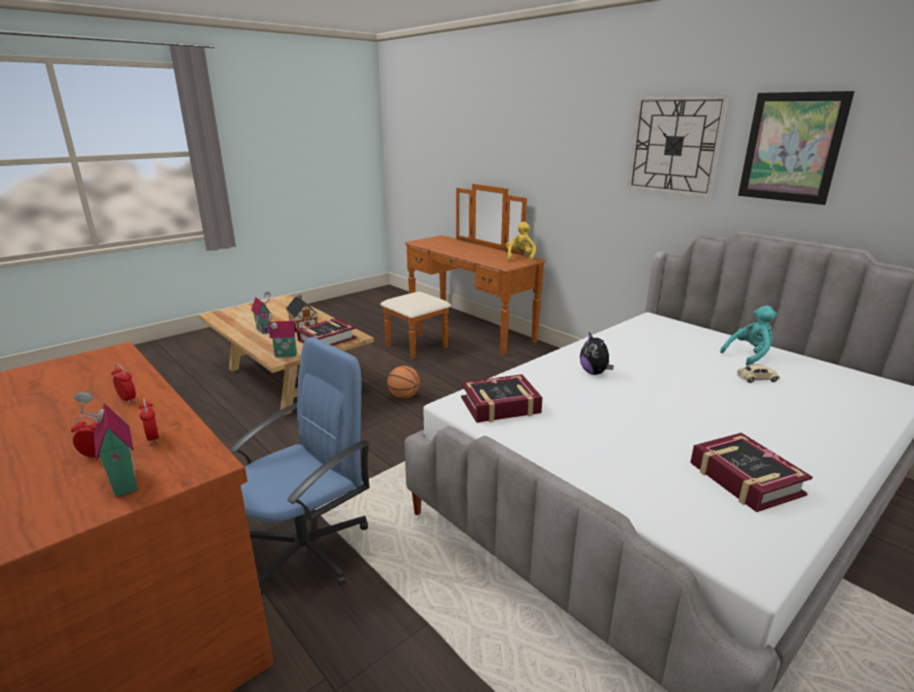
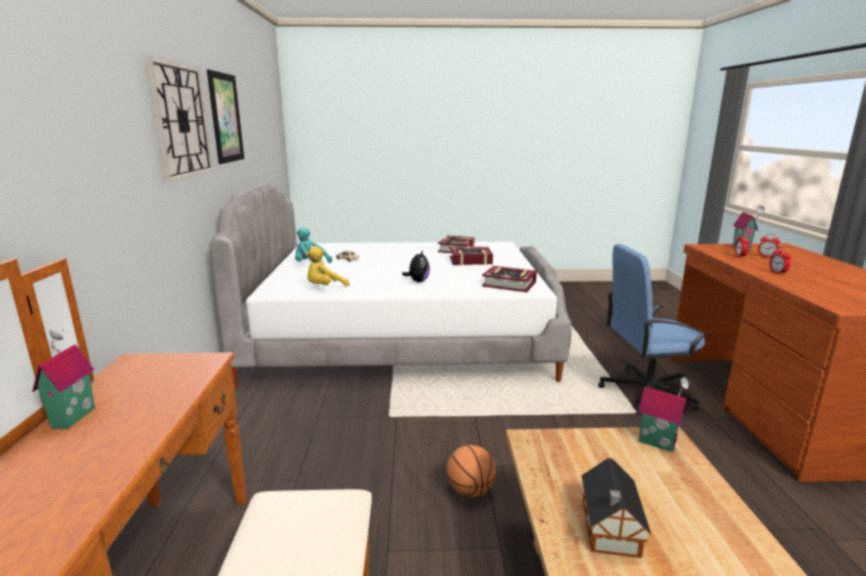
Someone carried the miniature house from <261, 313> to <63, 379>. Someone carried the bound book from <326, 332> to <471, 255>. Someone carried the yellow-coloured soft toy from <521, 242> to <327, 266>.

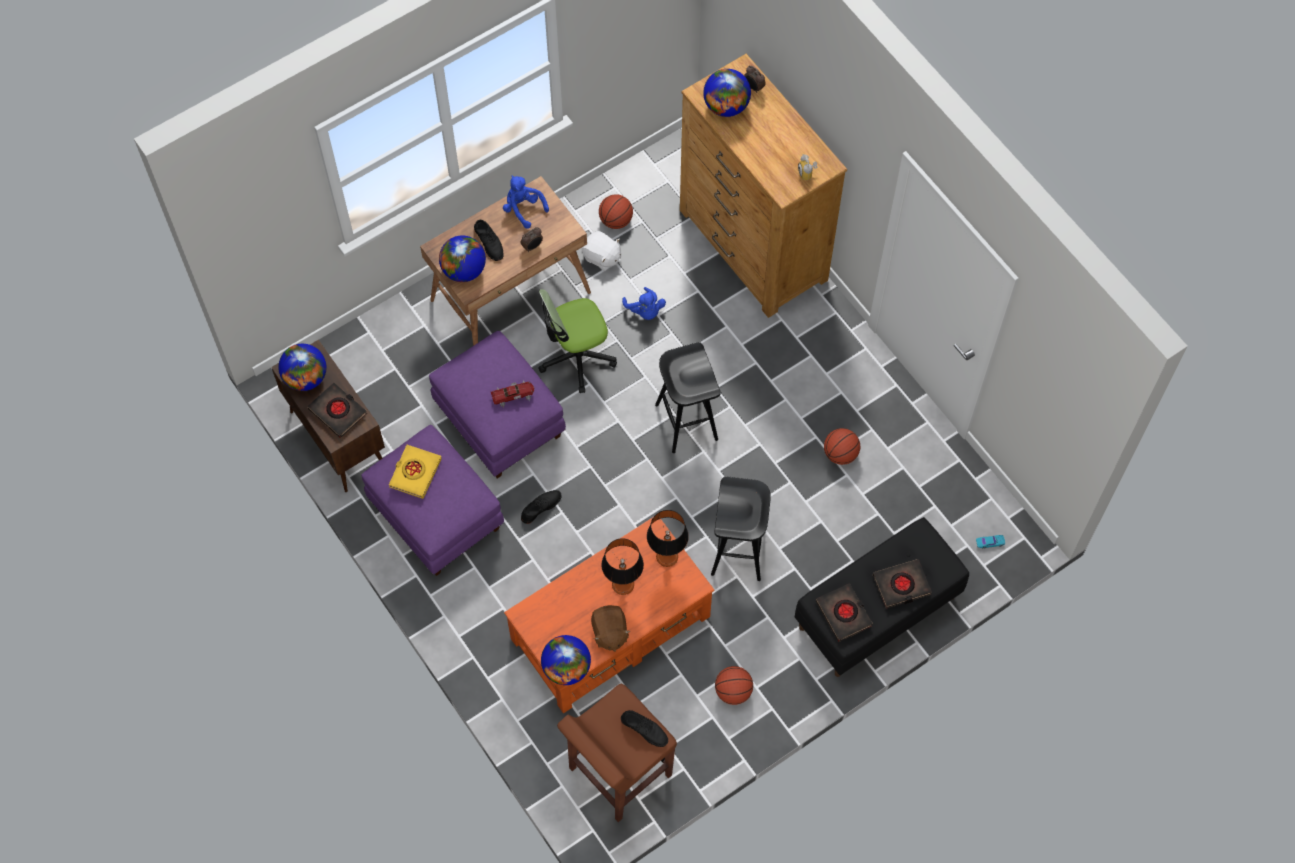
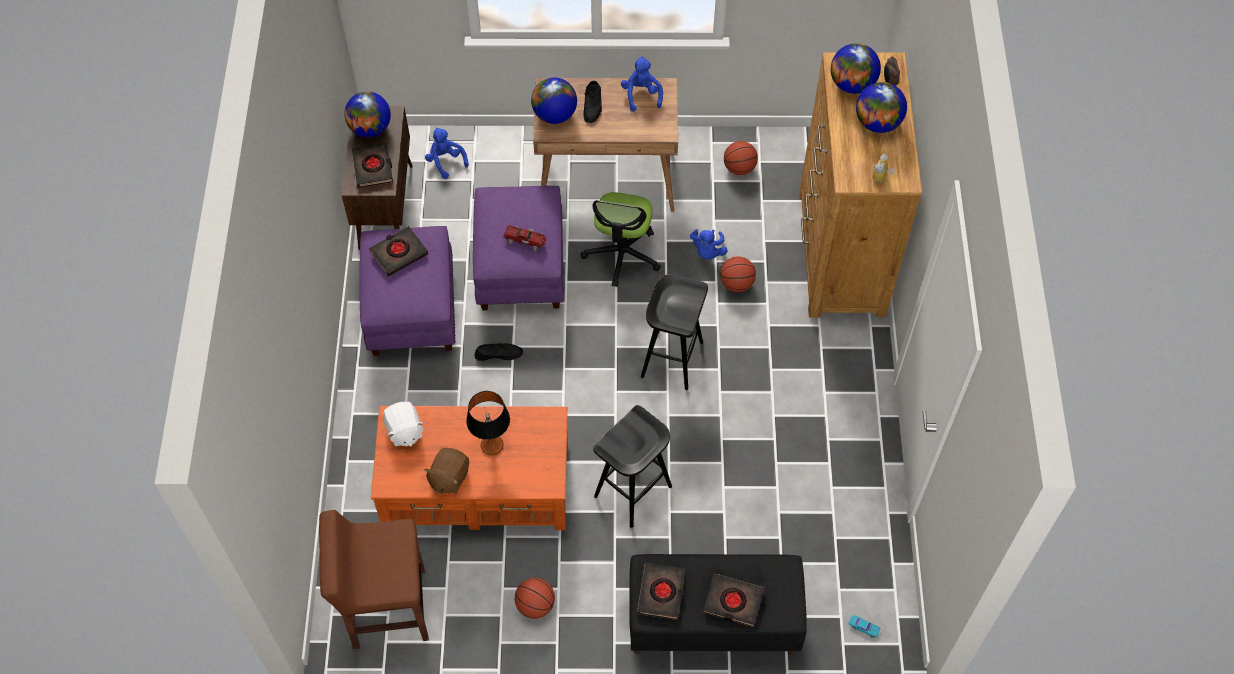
Someone repainted the yellow-coloured bound book at <415, 472>, which became the black-coloured bound book at <398, 251>. Someone took away the bedside clock at <532, 239>. Someone rotated the desk chair at <578, 341> by 90 degrees counterclockwise. Someone carried the globe from <566, 660> to <881, 107>. Someone carried the white-coloured soft toy from <601, 251> to <403, 424>. Someone took away the black-coloured shoe at <644, 728>. Someone took away the table lamp at <668, 538>. Someone carried the ball for basketball from <842, 446> to <738, 274>. Someone put down the bluish soft toy at <447, 153>.

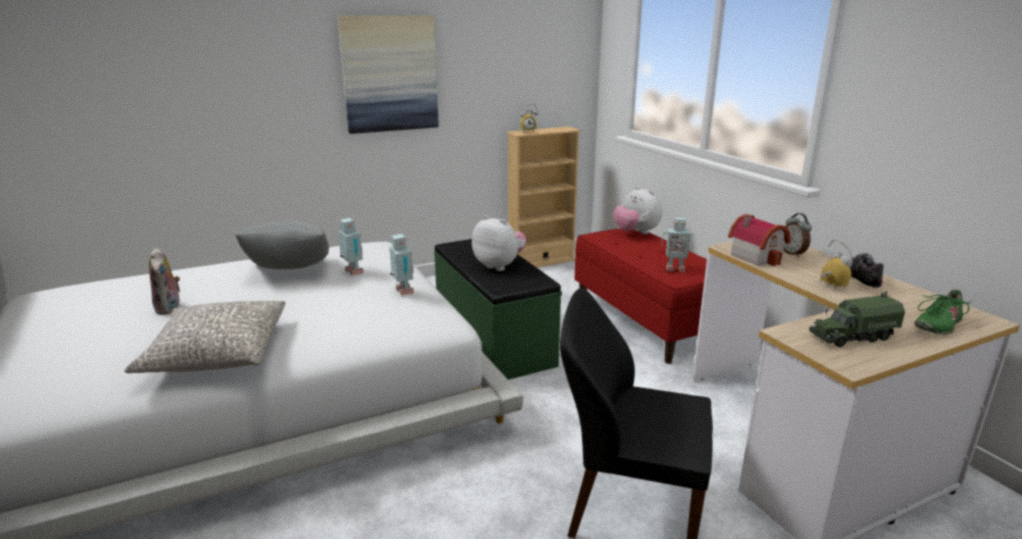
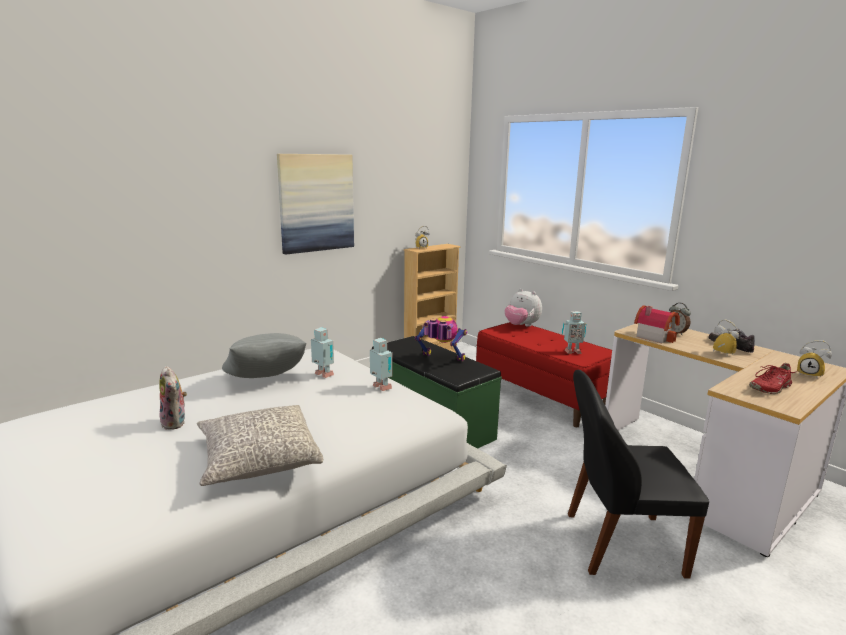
Someone swapped the soft toy at <499, 243> for the model robot at <441, 339>. Someone swapped the model truck at <857, 319> for the reddish shoe at <773, 378>. Someone swapped the greenish shoe at <943, 312> for the bedside clock at <814, 359>.

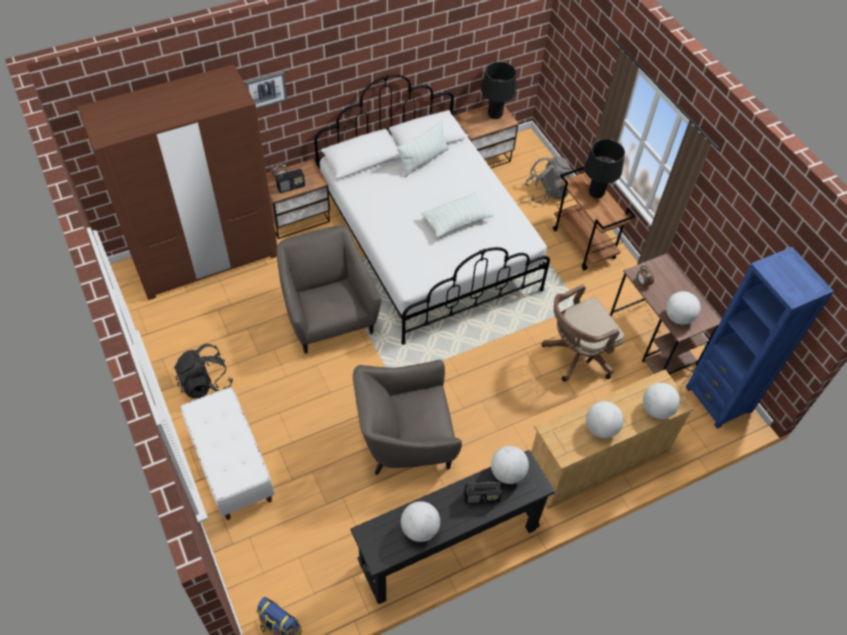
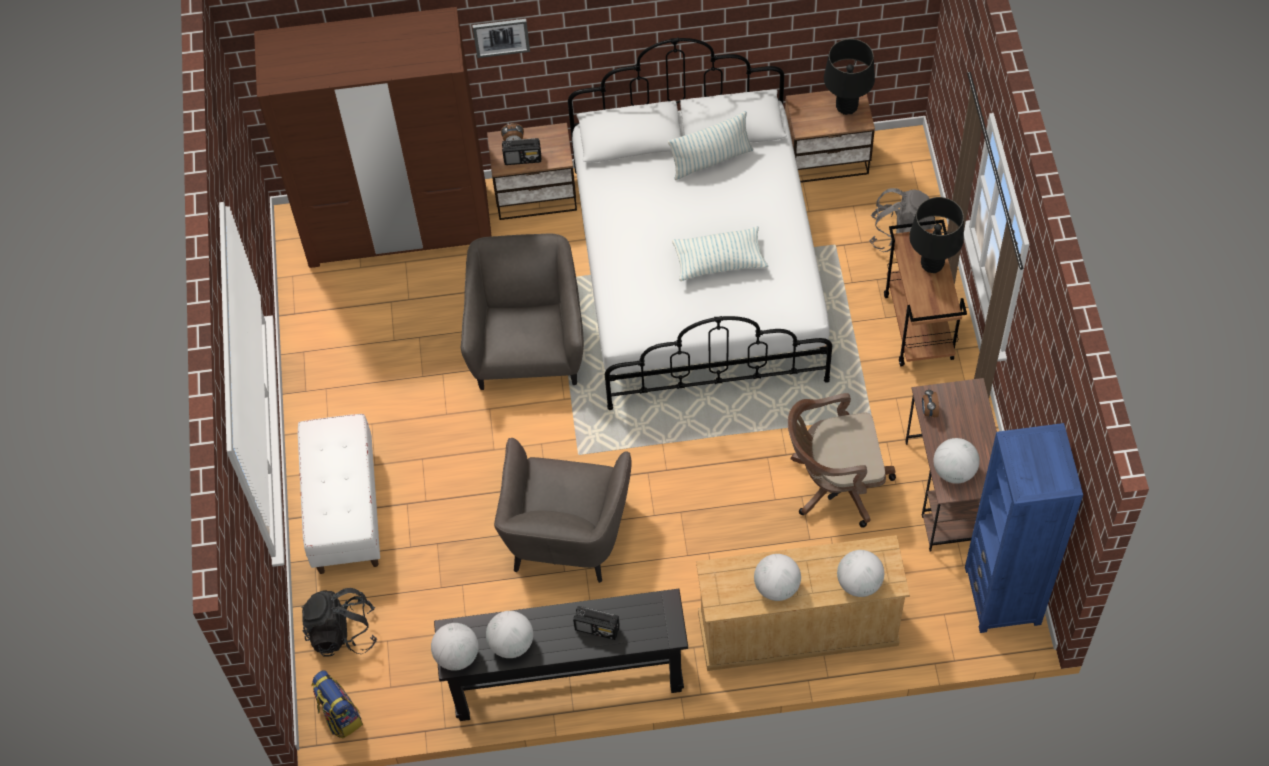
Someone carried the black-coloured rucksack from <203, 371> to <339, 622>. Someone rotated the greyish armchair at <407, 417> by 90 degrees counterclockwise. Someone carried the globe from <510, 465> to <455, 647>.

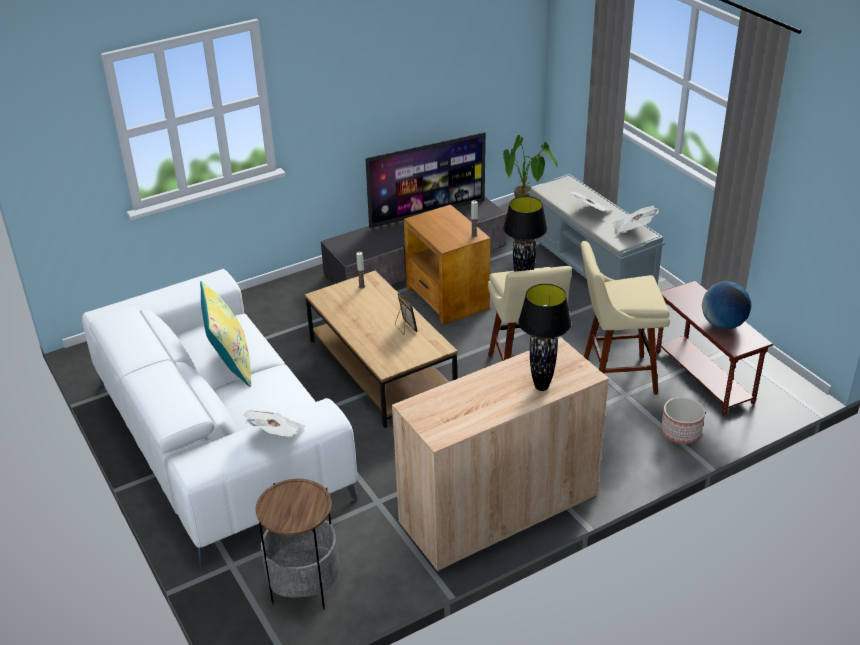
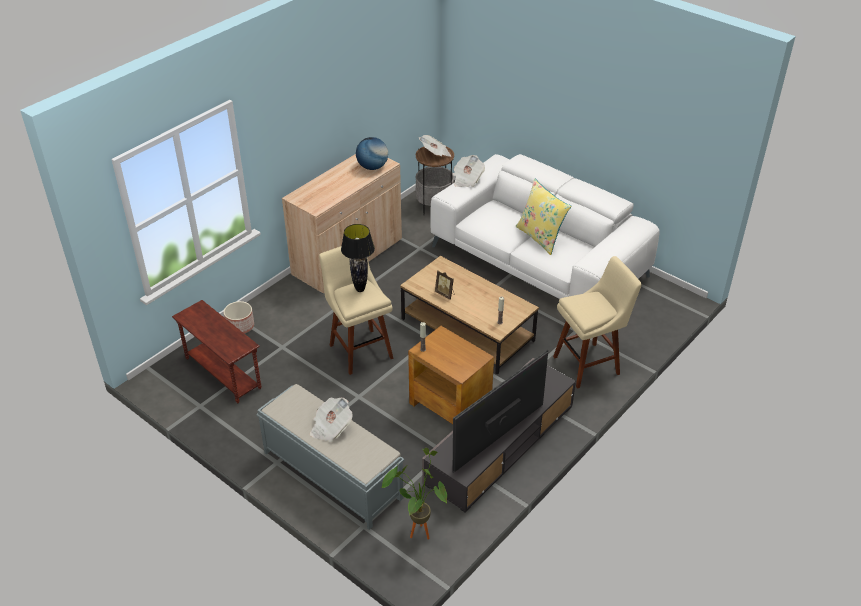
Someone took away the black-coloured table lamp at <544, 337>. Someone carried the beige stool seat from <625, 318> to <597, 322>. Someone carried the printed paper from <636, 220> to <435, 146>. Someone carried the globe from <726, 305> to <372, 153>.

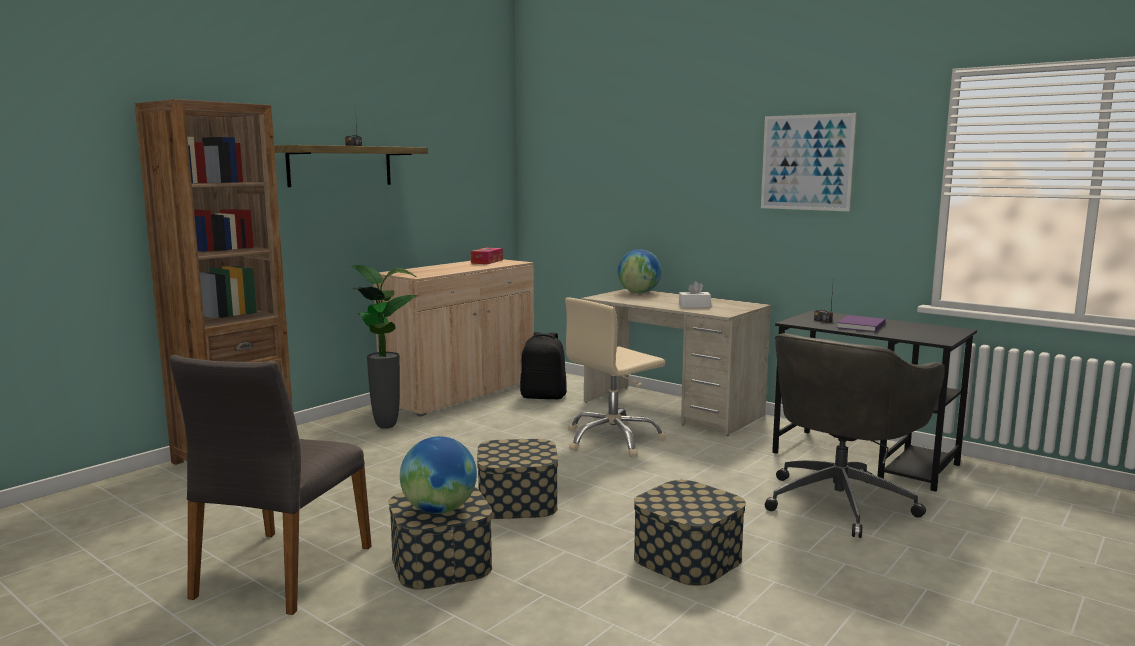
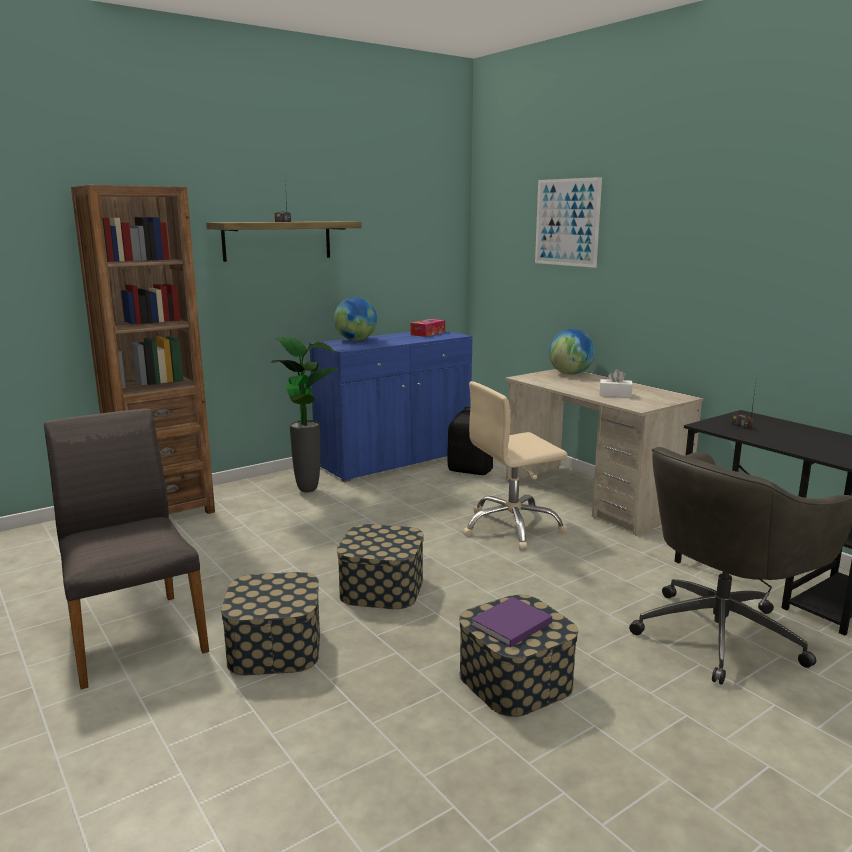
Someone rotated the greyish plain chair at <270, 485> by 120 degrees clockwise. Someone repainted the beige cupboard at <454, 338>, which became the bluish cupboard at <390, 406>. Someone carried the globe from <438, 475> to <355, 319>. Someone carried the picture from <809, 162> to <568, 222>. Someone carried the purple bound book from <861, 323> to <511, 622>.

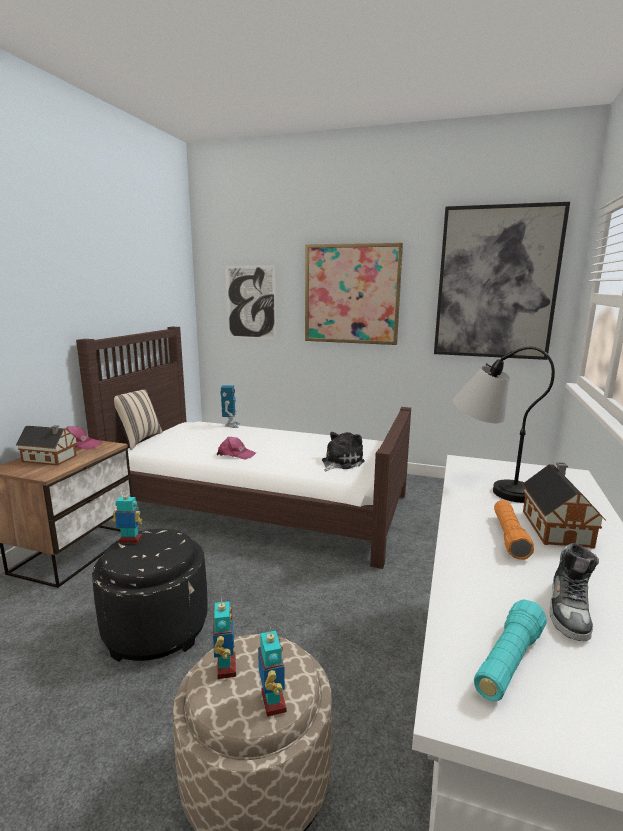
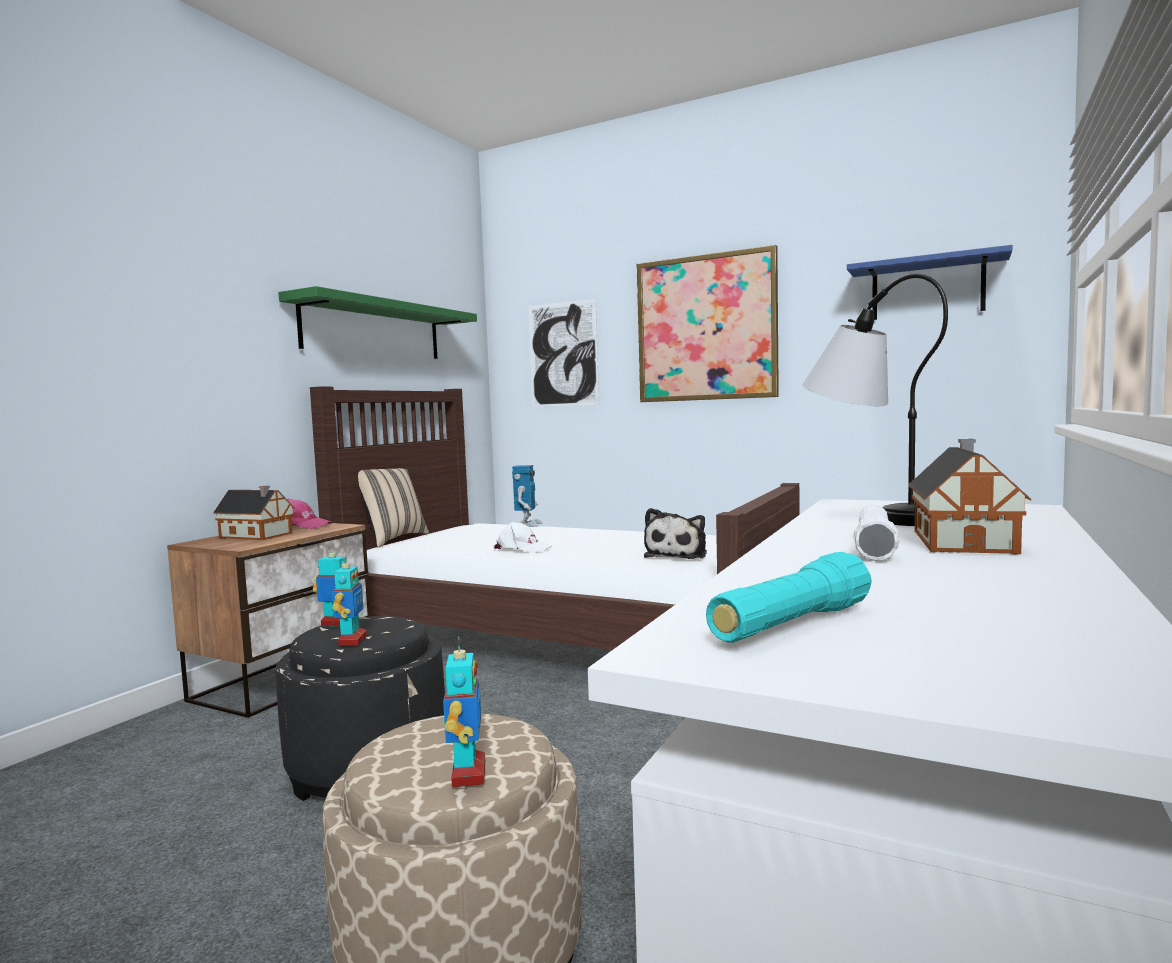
Someone carried the model robot from <224, 637> to <349, 600>. Someone repainted the pink-coloured peaked cap at <236, 448>, which became the white-coloured peaked cap at <523, 537>. Someone rotated the soft toy at <343, 451> by 150 degrees clockwise. Someone swapped the picture at <502, 281> for the bluish wall shelf at <930, 282>. Someone repainted the orange flashlight at <514, 530>, which became the white-coloured flashlight at <877, 532>. Someone took away the shoe at <574, 592>. Someone put up the greenish wall shelf at <377, 322>.

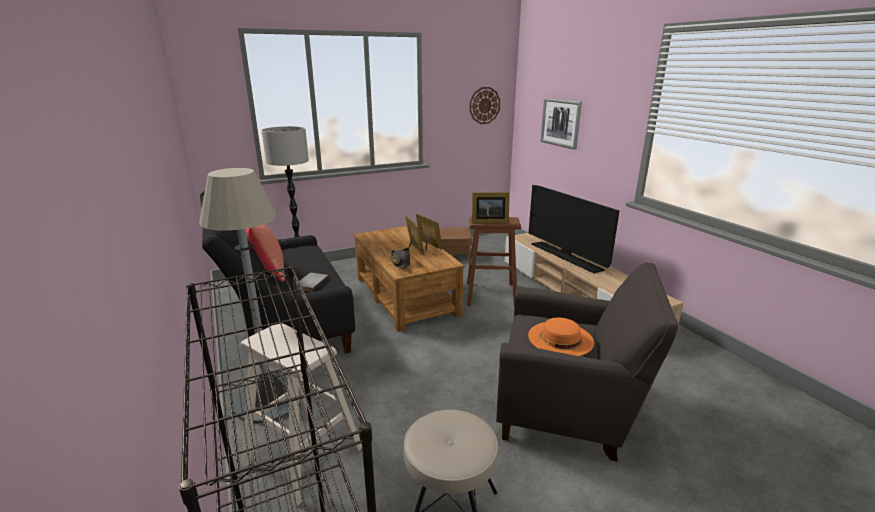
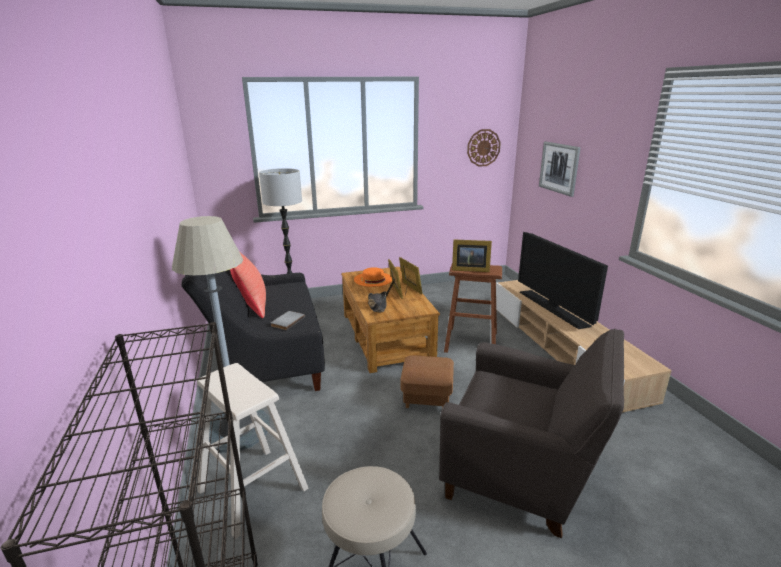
Someone carried the brown footrest from <455, 242> to <427, 381>. Someone carried the orange wearable hat from <561, 336> to <373, 277>.

